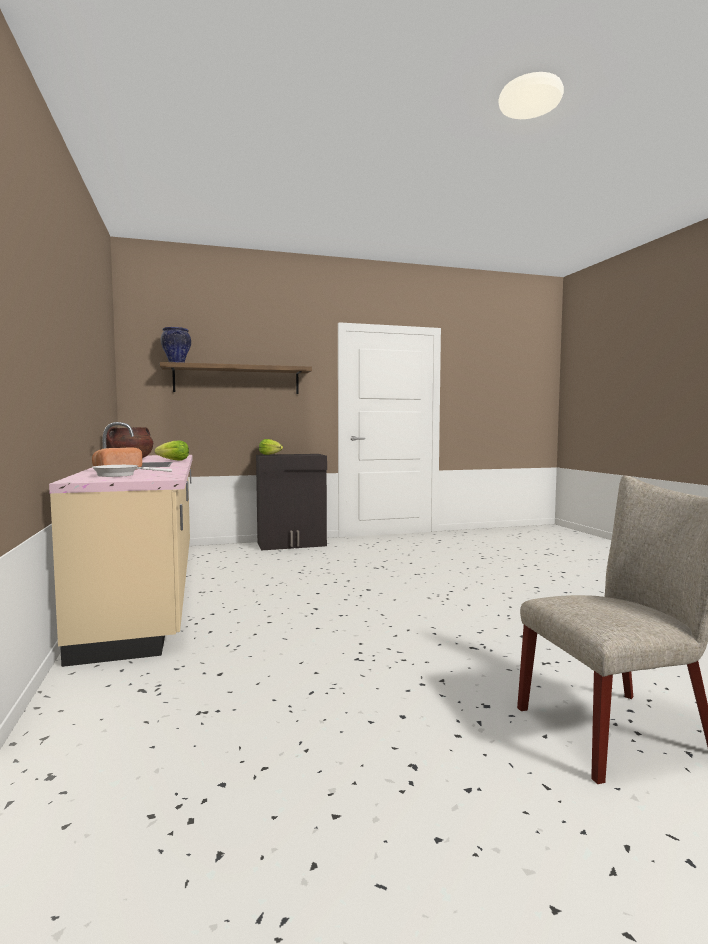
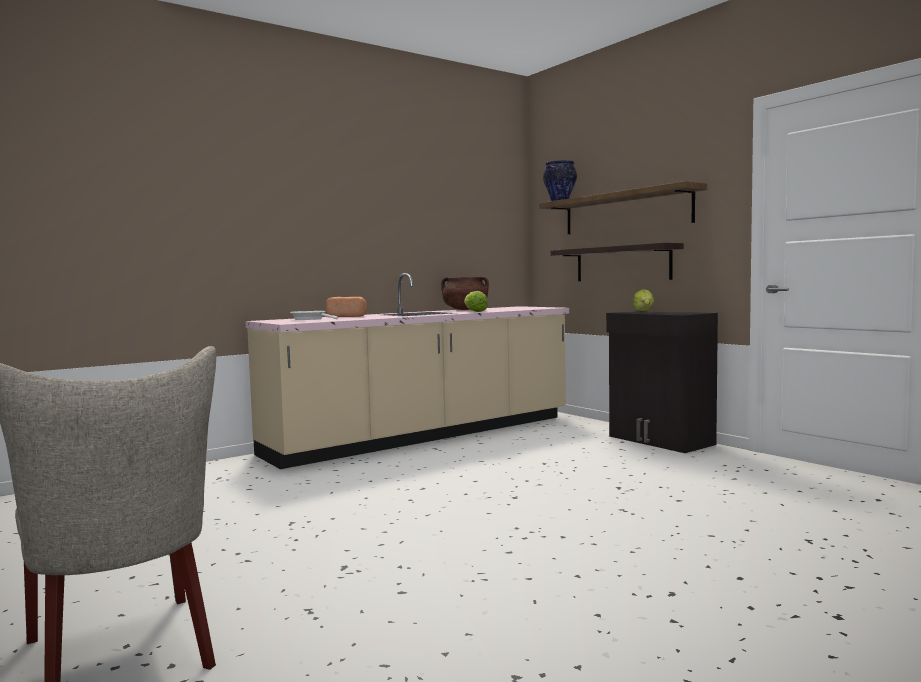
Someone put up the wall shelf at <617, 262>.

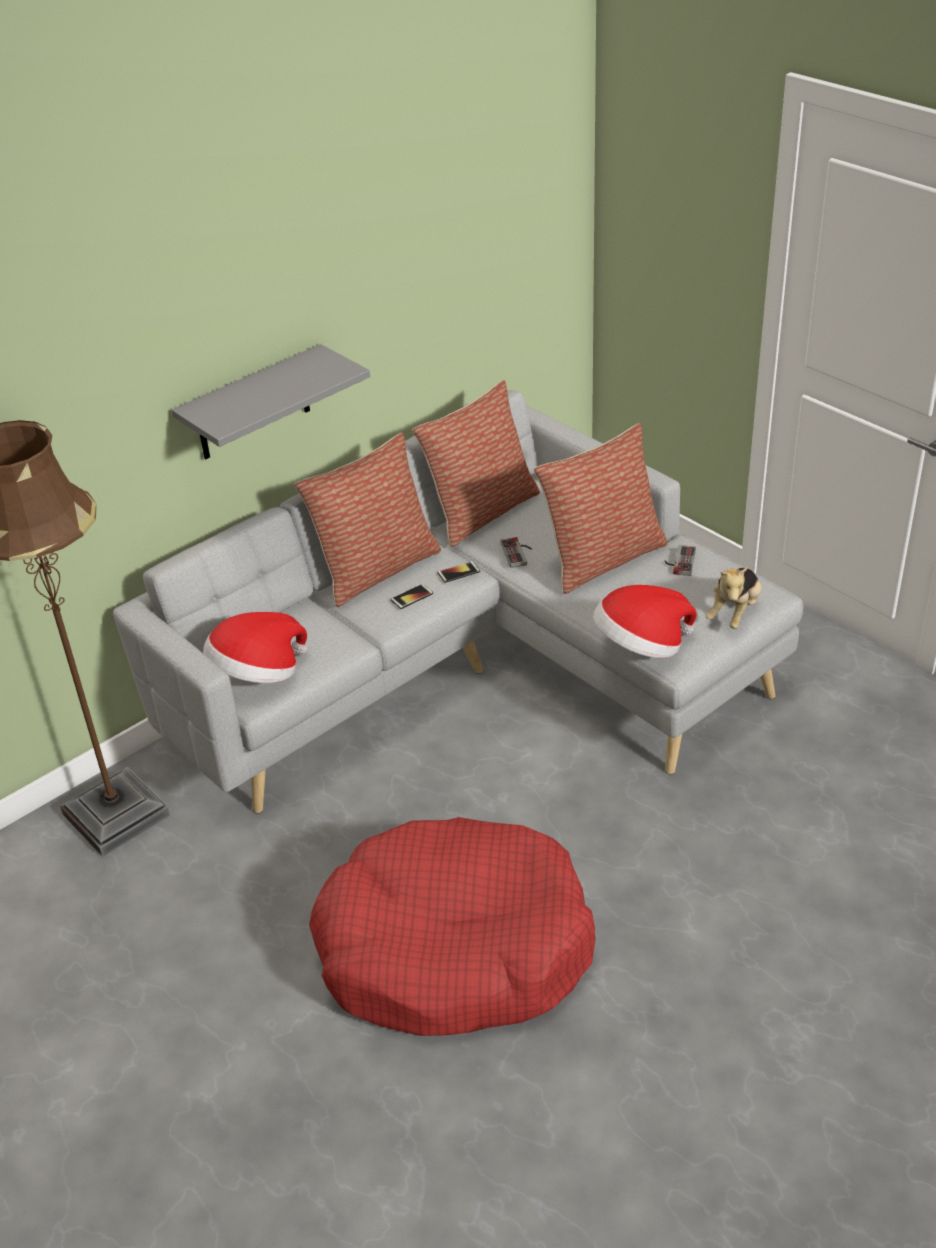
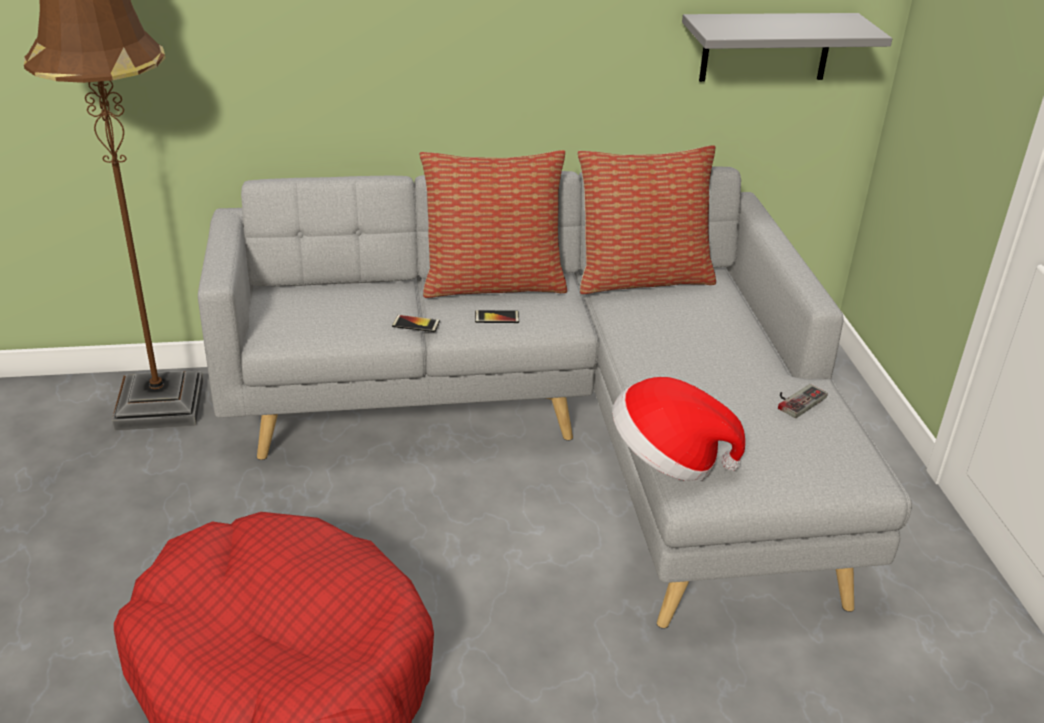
Someone carried the greyish wall shelf from <270, 401> to <787, 47>. Someone took away the wearable hat at <255, 647>. Someone carried the telephone from <459, 572> to <416, 323>. Someone took away the game controller at <516, 552>. Someone took away the throw pillow at <601, 508>. Someone took away the soft toy at <733, 598>.

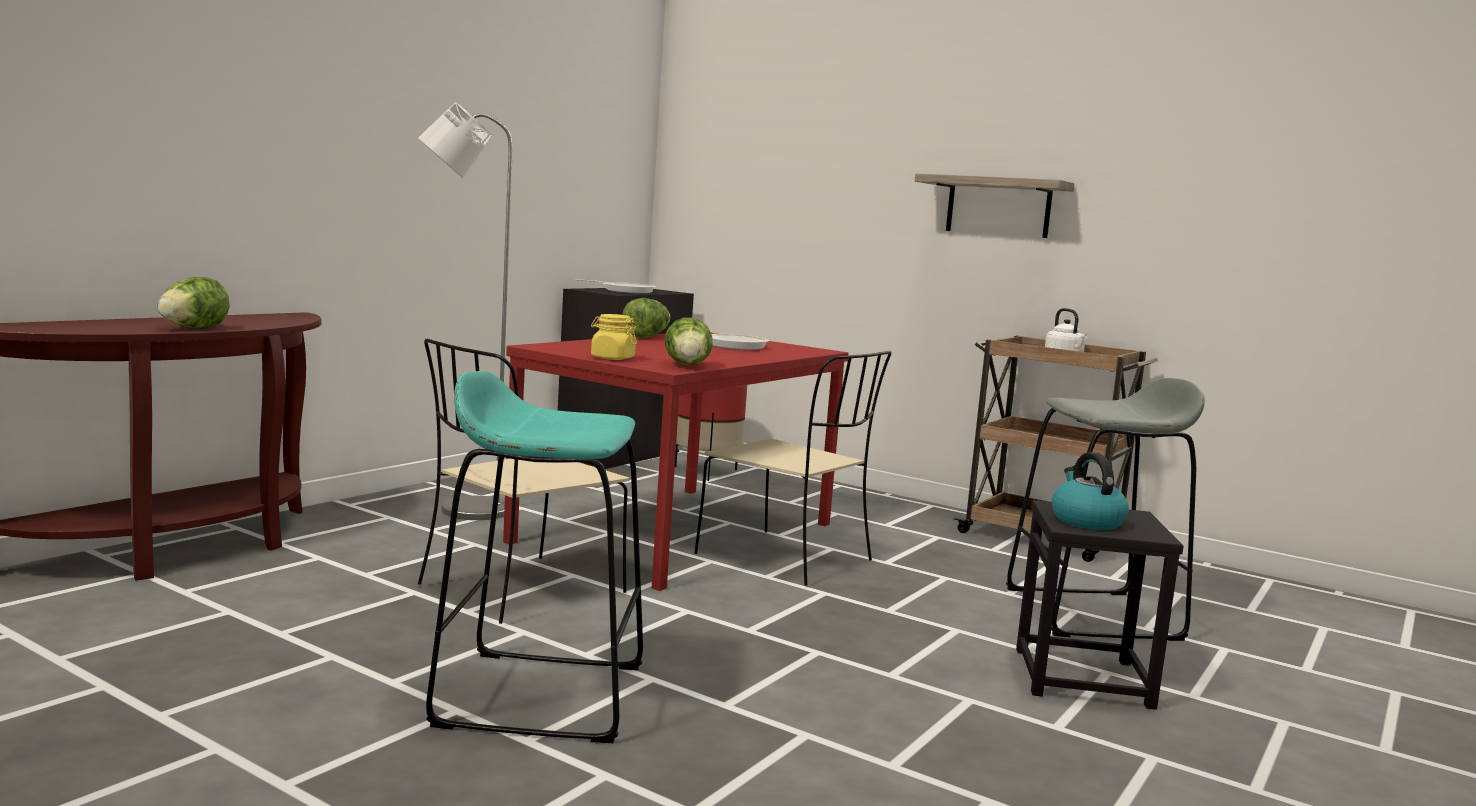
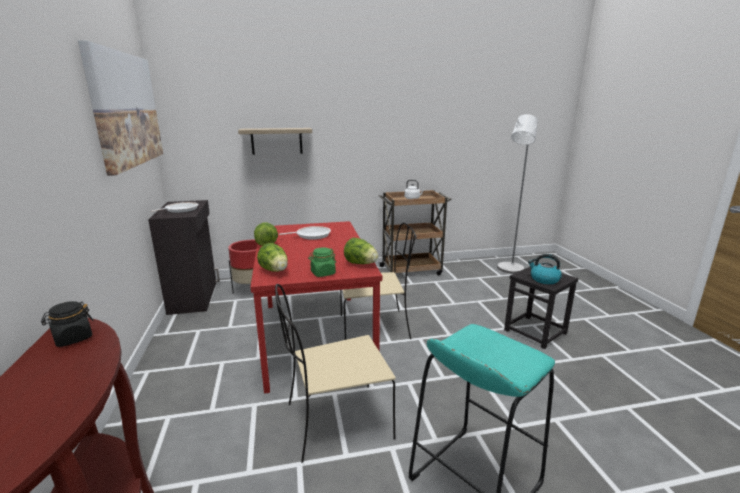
Someone carried the head of lettuce from <193, 302> to <272, 257>. Someone carried the greyish standard lamp from <465, 311> to <517, 194>. Someone rotated the beige plain chair at <524, 481> by 75 degrees clockwise. Someone repainted the yellow-coloured preserve jar at <614, 337>, which became the greenish preserve jar at <322, 262>. Someone carried the wall shelf from <995, 205> to <275, 141>. Someone took away the greyish stool seat at <1105, 509>. Someone put down the black-coloured preserve jar at <67, 324>. Someone put up the picture at <120, 108>.

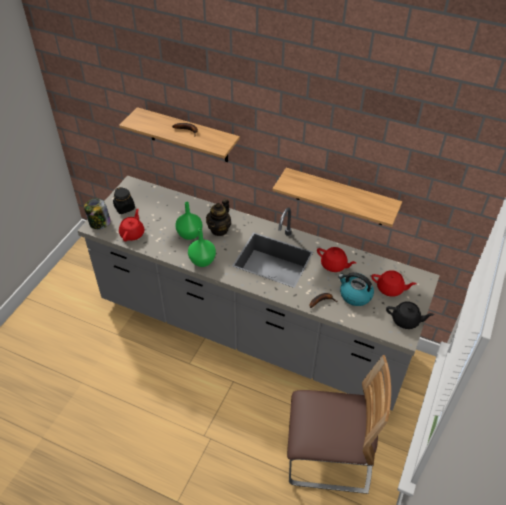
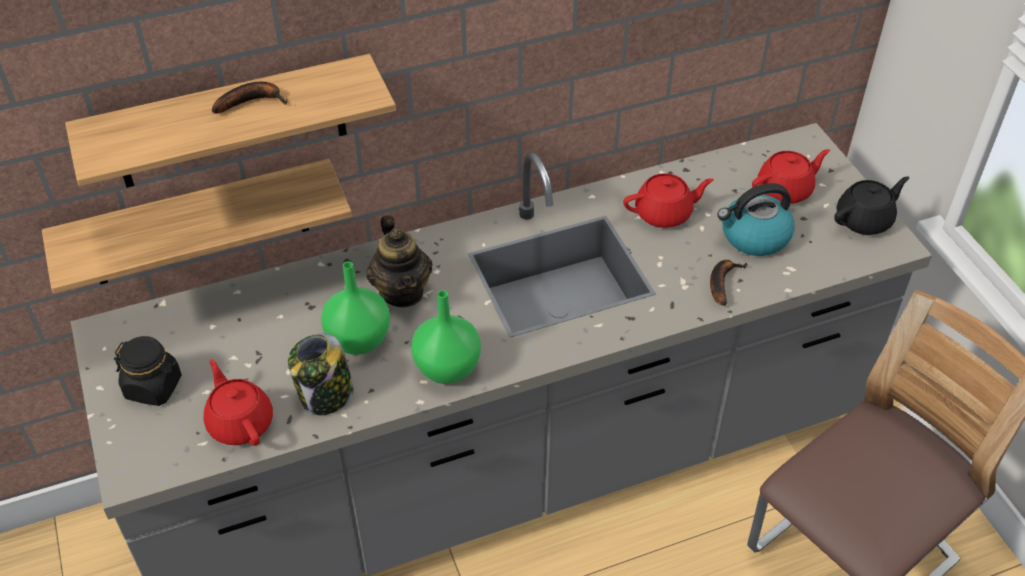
Someone carried the preserve jar from <97, 213> to <321, 374>. Someone carried the wall shelf from <337, 197> to <197, 226>.

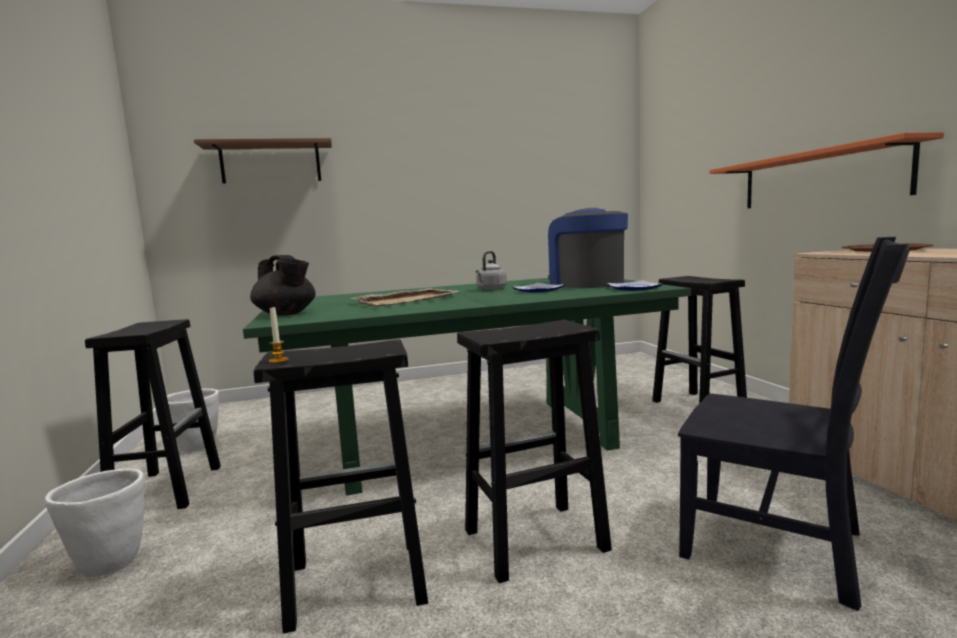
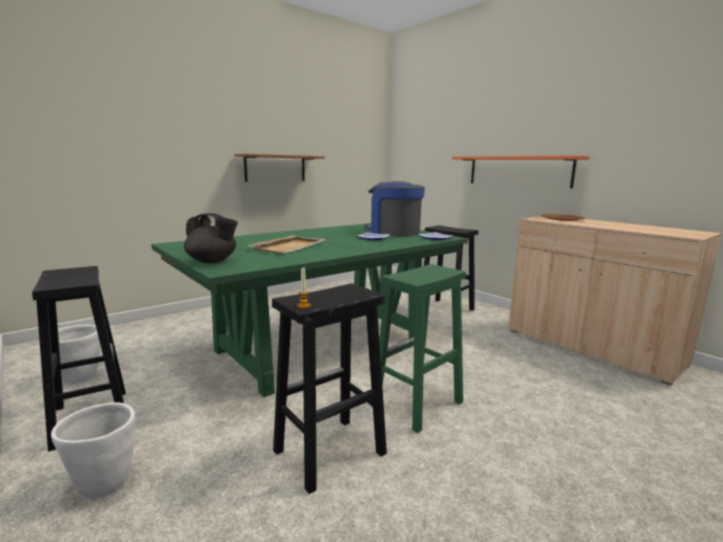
Someone carried the wall shelf from <263, 161> to <279, 168>. Someone repainted the black-coloured stool seat at <534, 451>, which became the greenish stool seat at <418, 348>. Someone took away the greyish tea kettle at <491, 270>. Someone took away the black-coloured plain chair at <794, 424>.

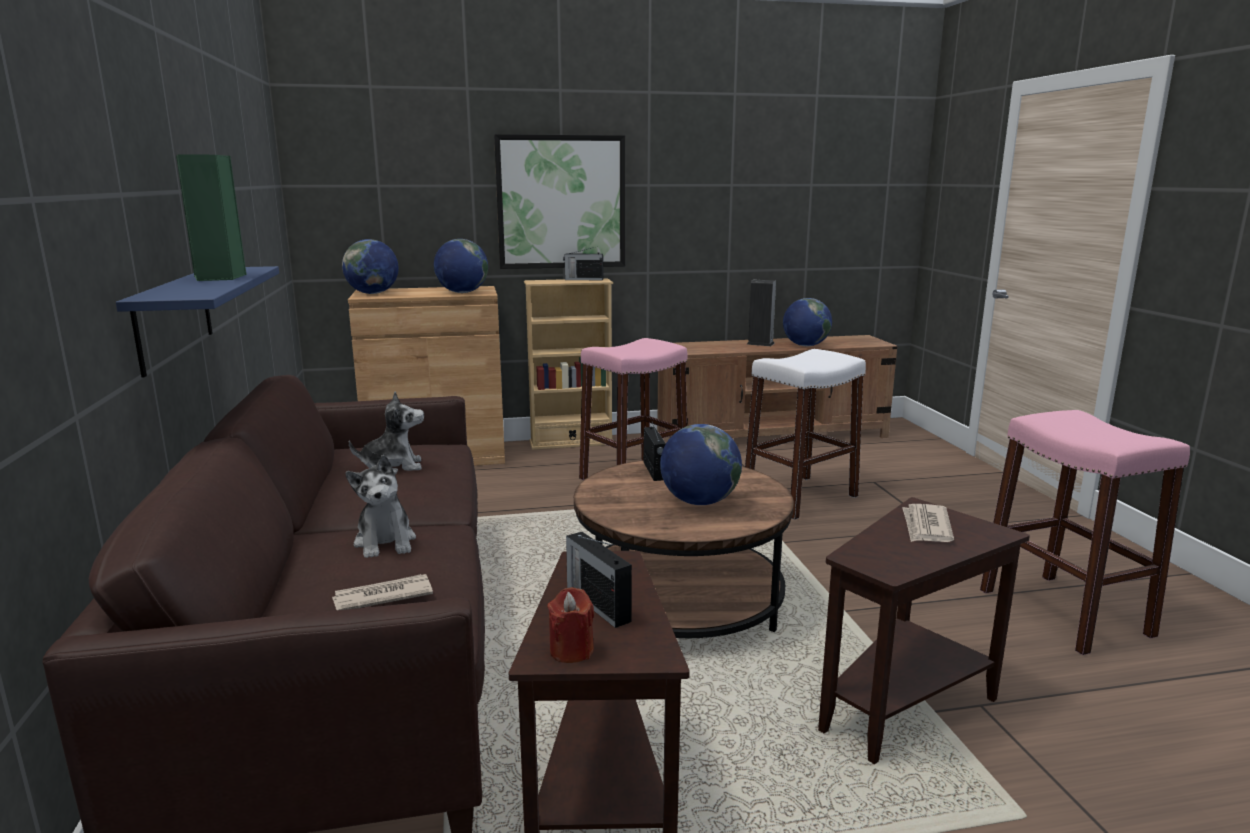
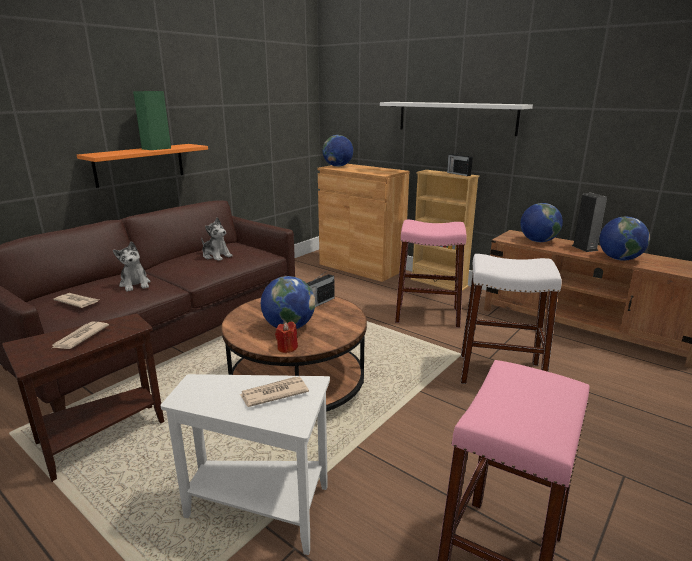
Someone repainted the bluish wall shelf at <197, 322>, which became the orange wall shelf at <142, 166>. Someone rotated the soft toy at <380, 506> by 60 degrees counterclockwise. Someone carried the globe from <461, 266> to <541, 222>. Someone swapped the picture at <559, 201> for the white-coloured wall shelf at <456, 119>. Someone carried the reddish wax candle from <570, 625> to <286, 337>. Someone swapped the radio receiver at <599, 580> for the printed paper at <80, 335>. Someone repainted the brown side table at <924, 630>, which became the white-coloured side table at <245, 464>.

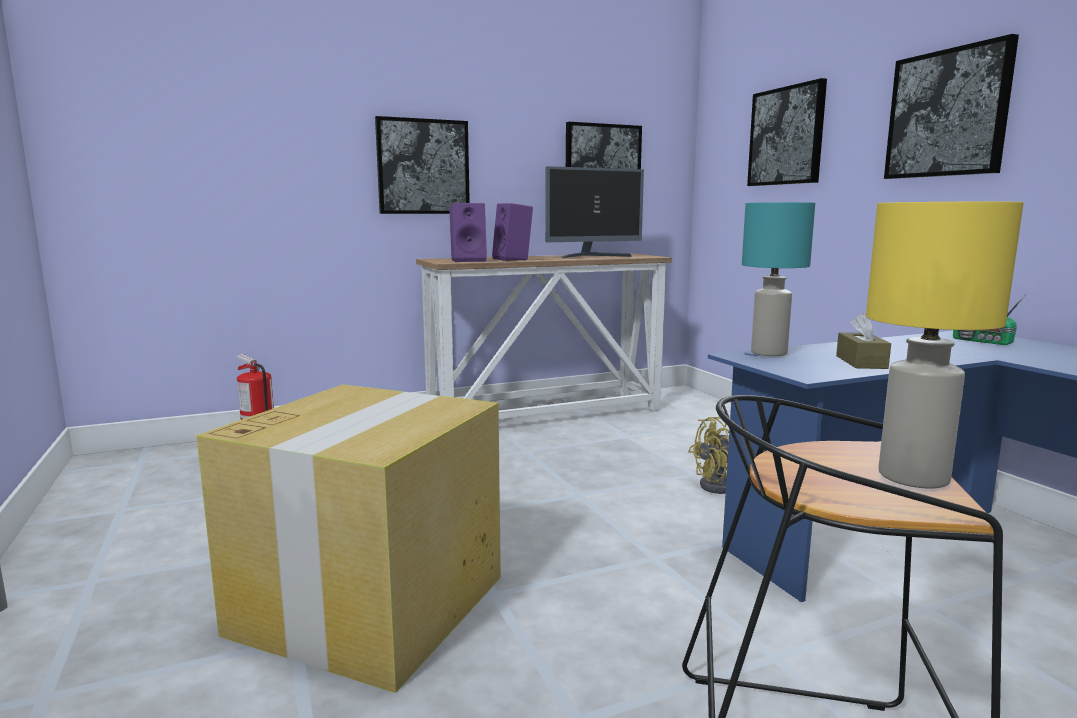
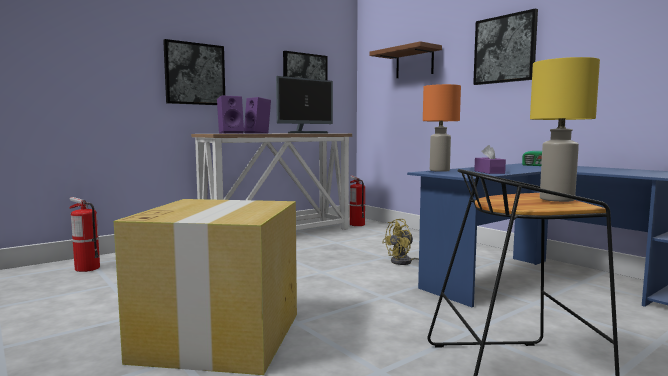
Someone repainted the blue-green table lamp at <778, 279>, which became the orange table lamp at <442, 128>. Someone swapped the picture at <787, 132> for the wall shelf at <406, 59>. Someone repainted the brown tissue holder at <863, 341>, which became the purple tissue holder at <490, 159>. Someone put down the extinguisher at <357, 201>.

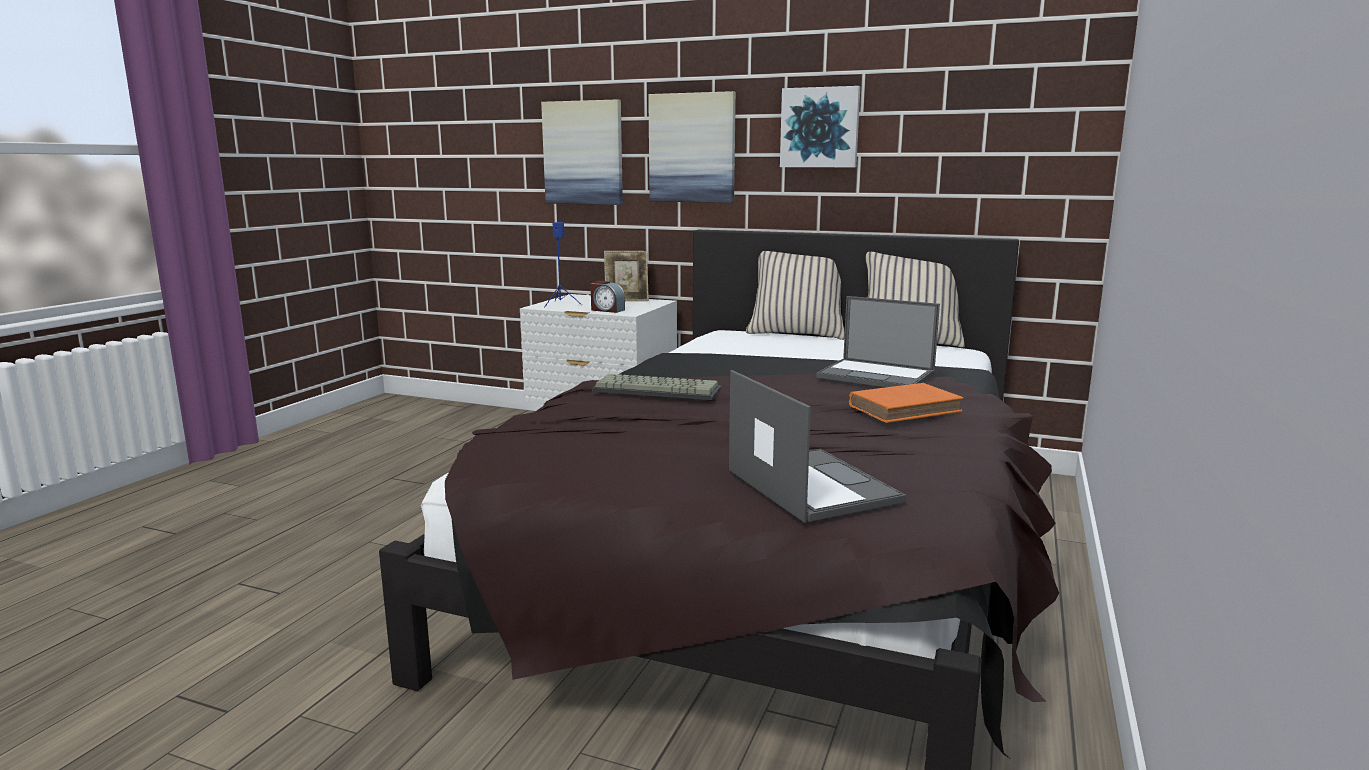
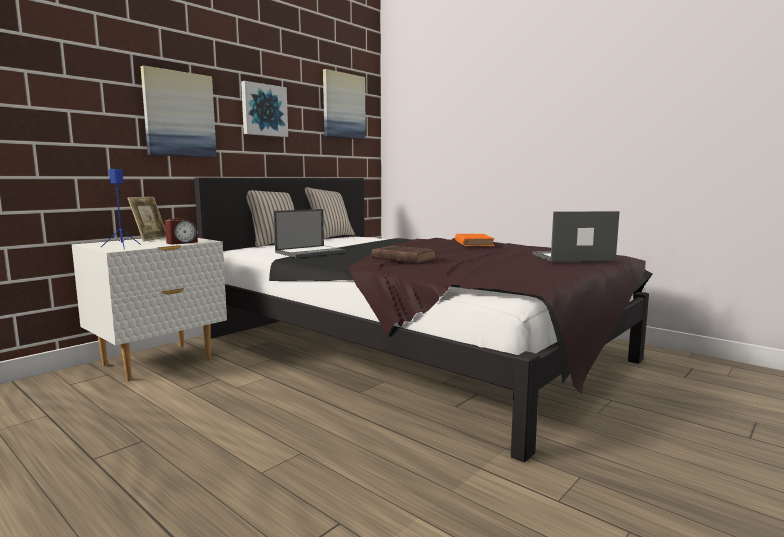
Someone carried the picture from <582, 152> to <344, 104>. Someone swapped the PC keyboard at <656, 387> for the brown bound book at <404, 254>. Someone carried the laptop from <878, 341> to <310, 233>.

